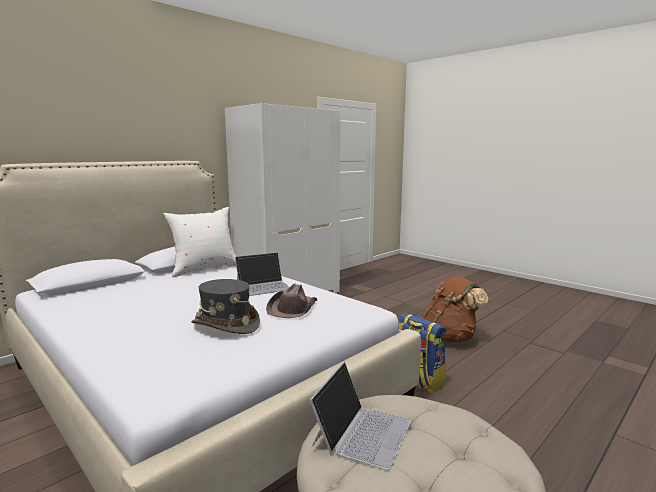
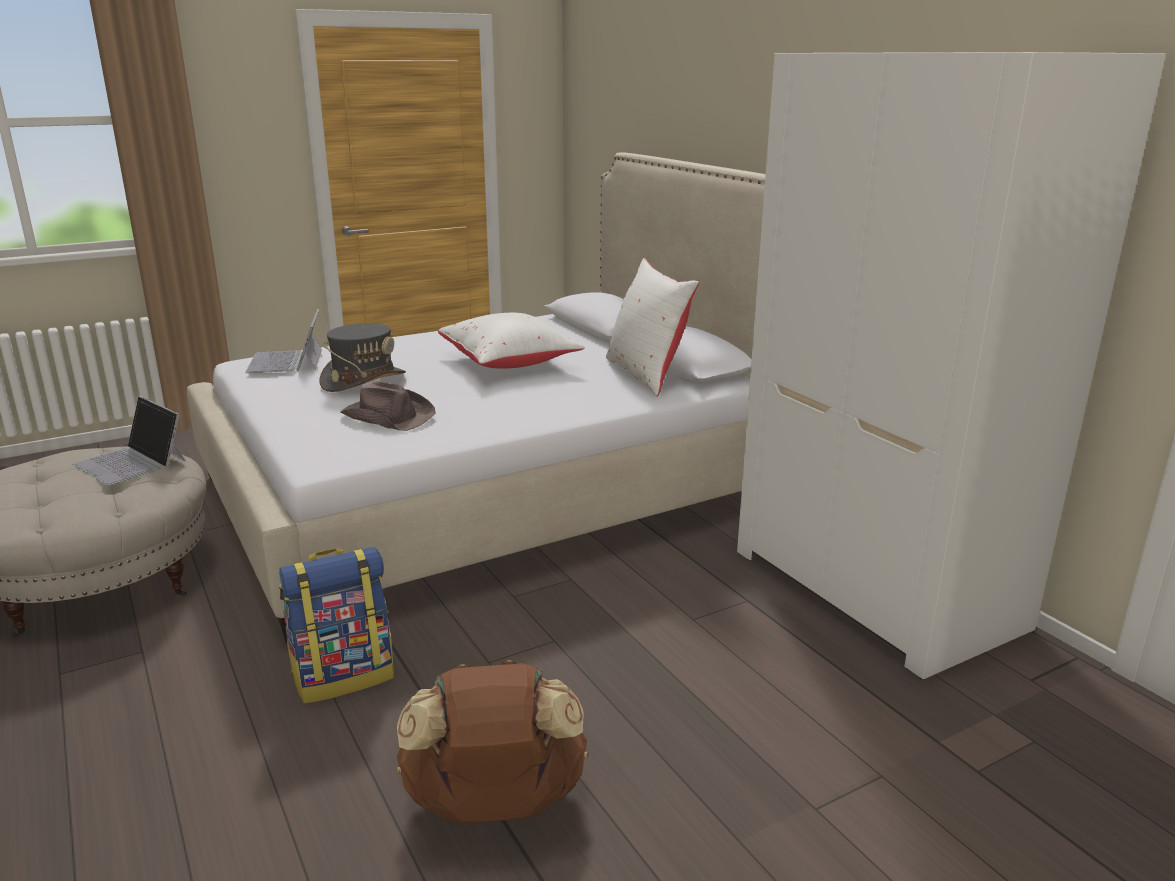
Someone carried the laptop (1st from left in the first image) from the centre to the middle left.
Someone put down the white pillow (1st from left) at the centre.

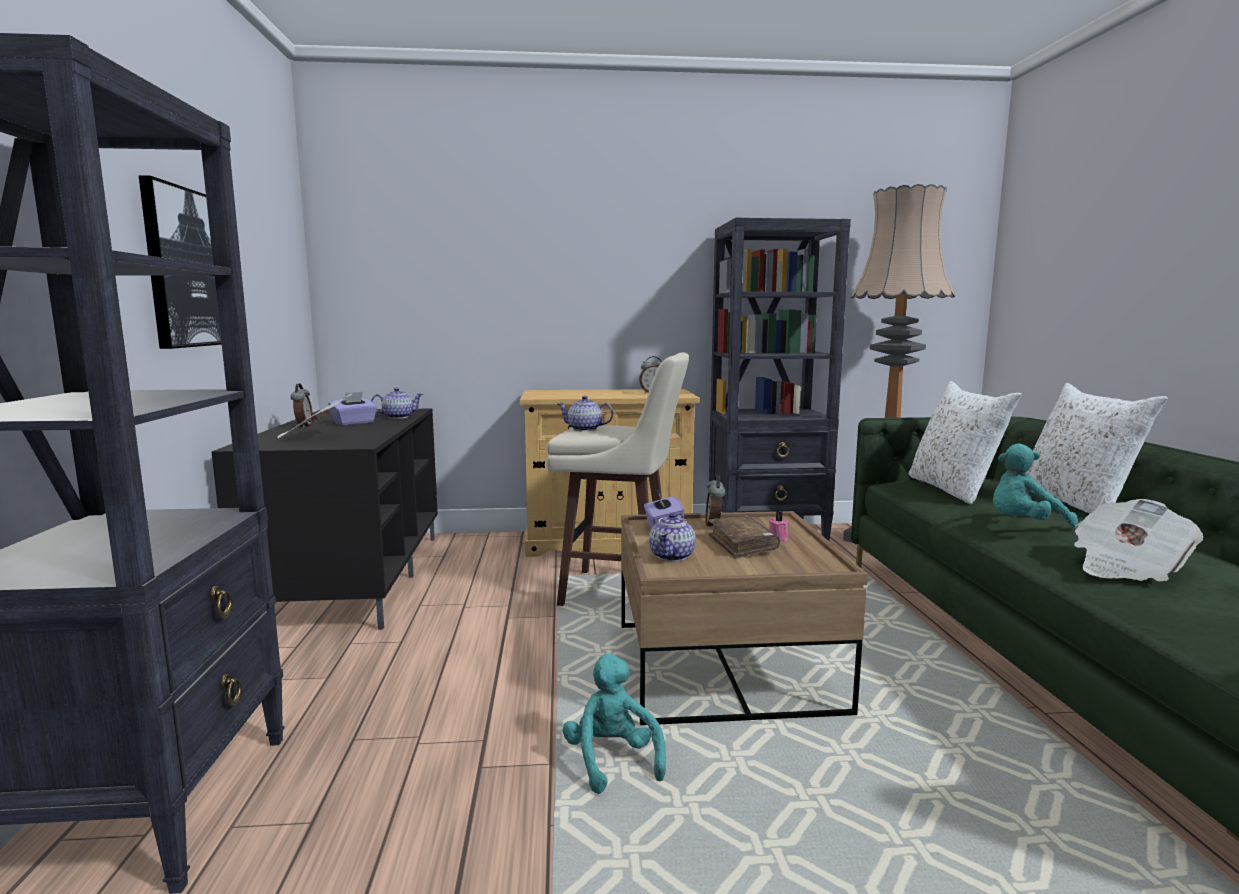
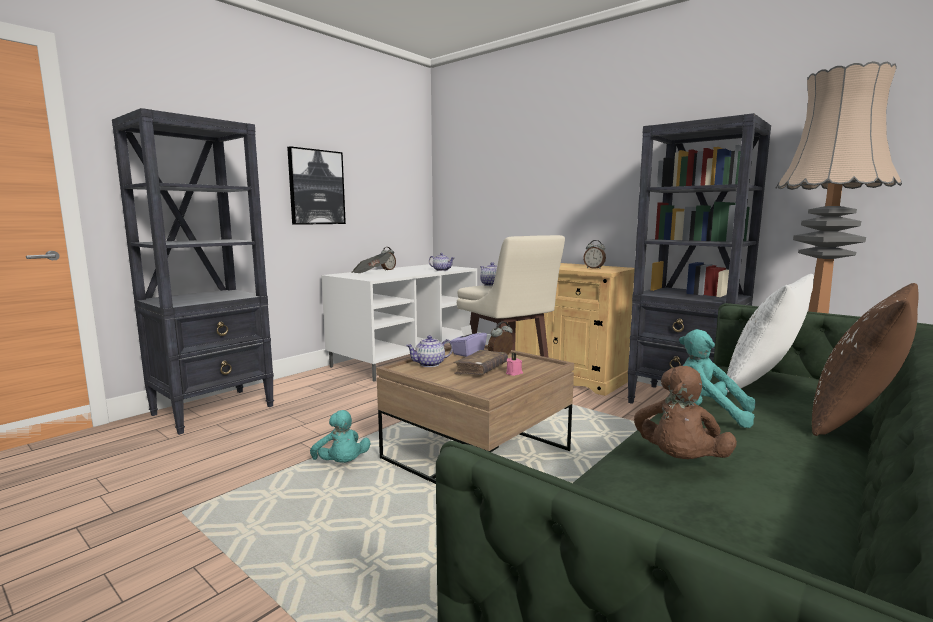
Someone repainted the black tv stand at the middle left, which became the white tv stand at the centre.
Someone took away the purple tissue box (1st from left) at the middle left.
Someone rotated the turquoise plush toy (1st from left) at the bottom centre by 120 degrees clockwise.
Someone repainted the white pillow (2nd from left) at the middle right, which became the brown pillow at the middle right.
Someone swapped the newspaper (2nd from left) at the middle right for the brown plush toy at the middle right.

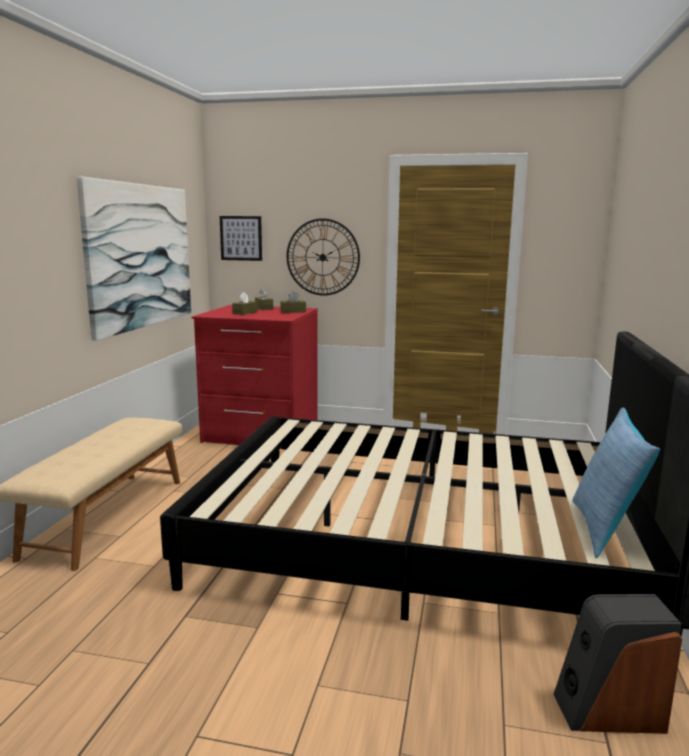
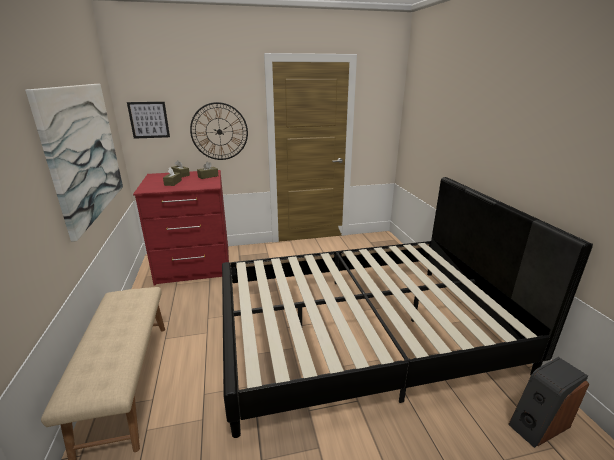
Someone took away the pillow at the middle right.

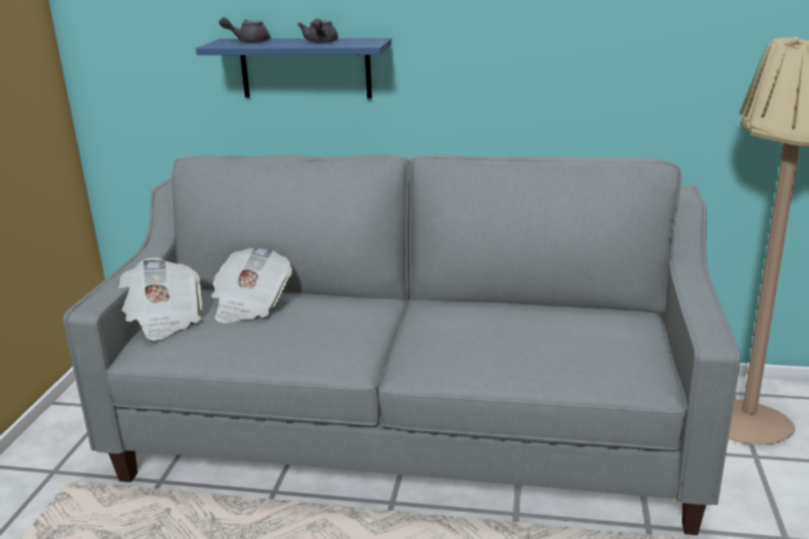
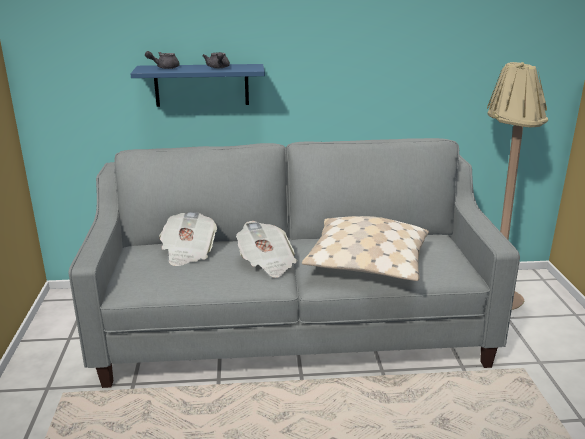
Someone carried the newspaper (1st from left in the first image) from the middle left to the centre.
Someone put down the beige pillow at the centre.

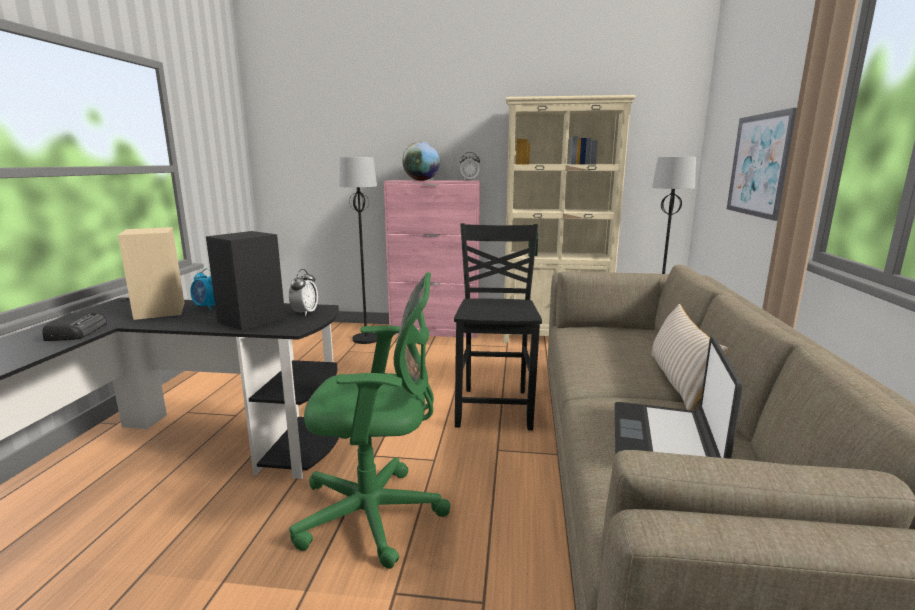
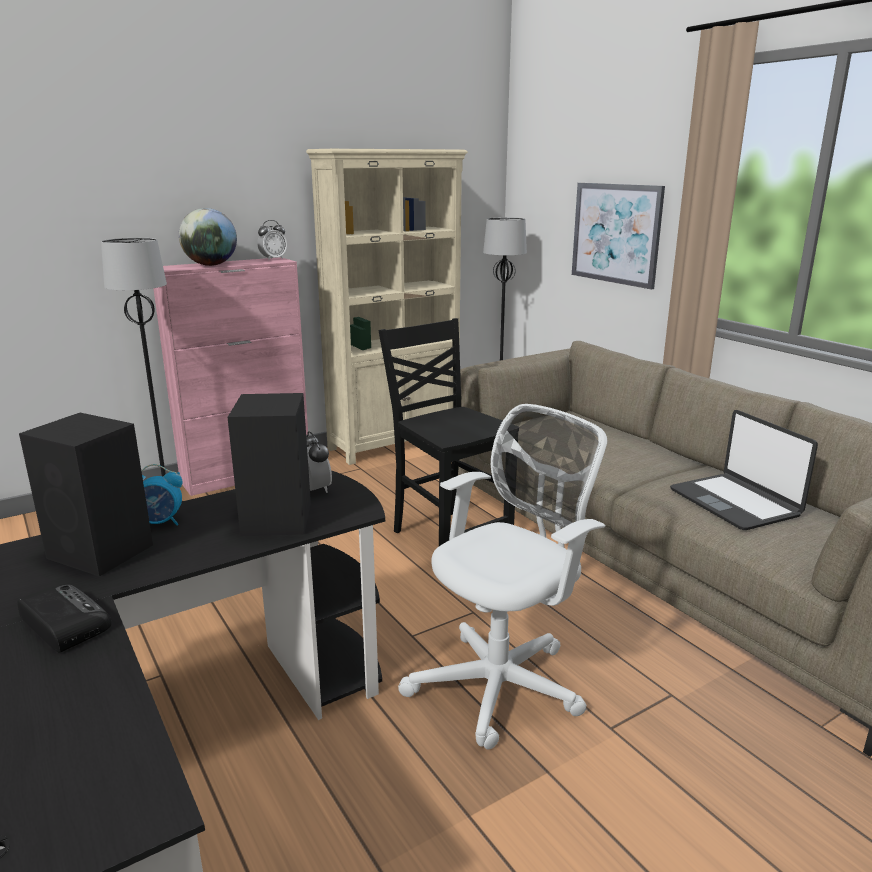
Someone repainted the beige speaker at the middle left, which became the black speaker (1st from left) at the middle left.
Someone repainted the green office chair at the bottom centre, which became the white office chair at the centre.
Someone took away the beige pillow at the middle right.

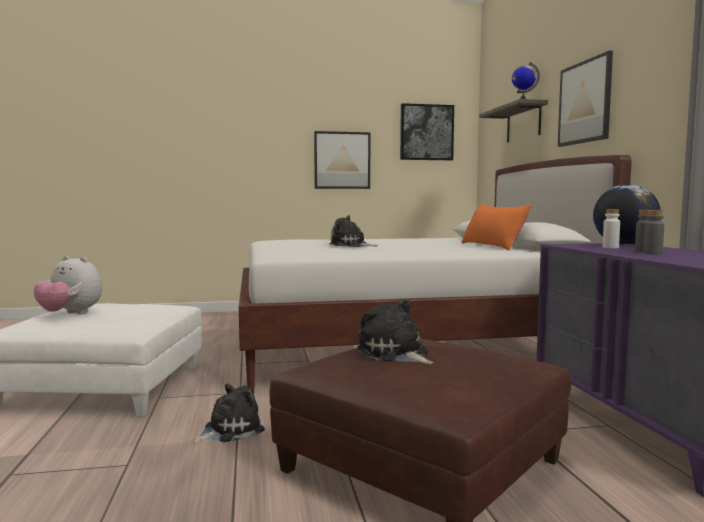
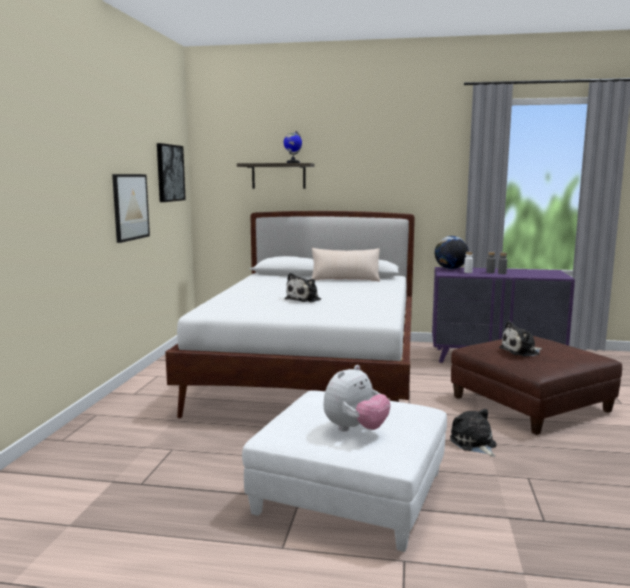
Someone repainted the orange pillow at the middle right, which became the beige pillow at the centre.
Someone took away the picture (3rd from left) at the top right.

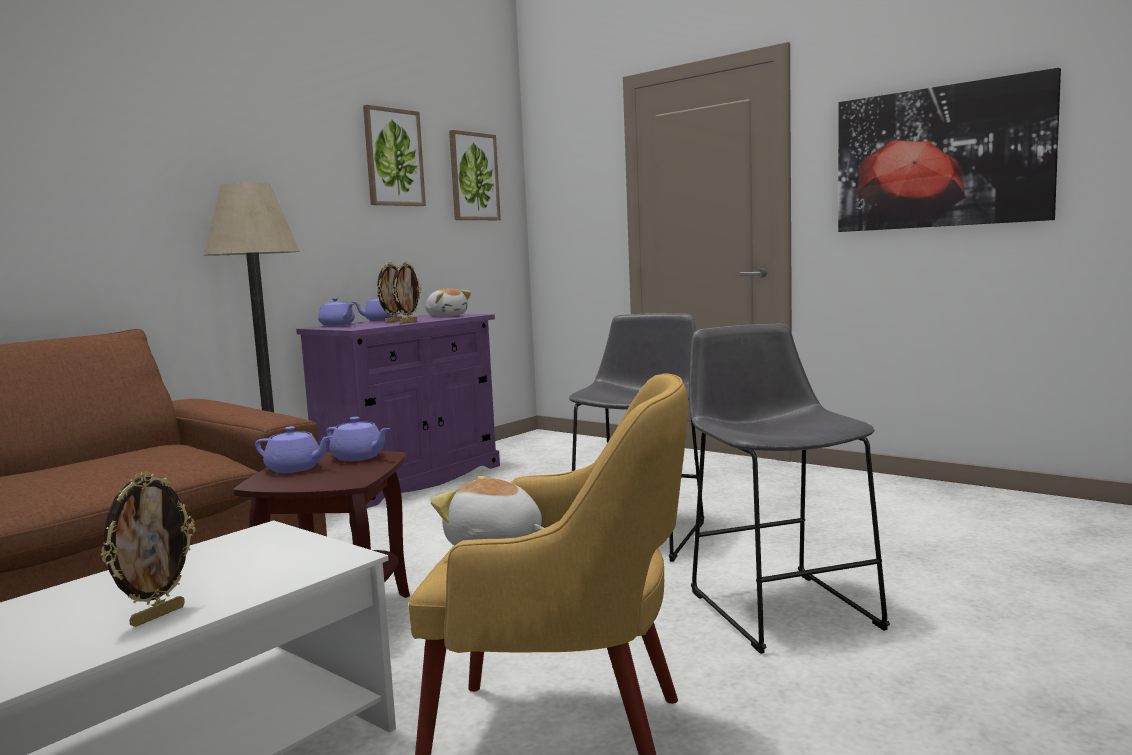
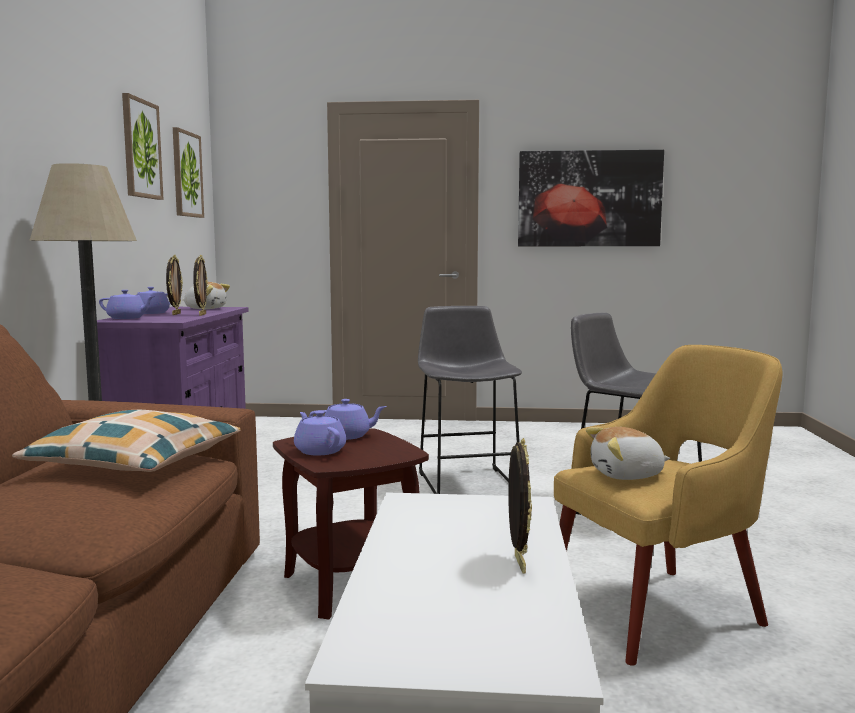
Someone rotated the purple teapot (1st from left in the first image) at the middle left by 105 degrees counterclockwise.
Someone put down the pillow at the middle left.

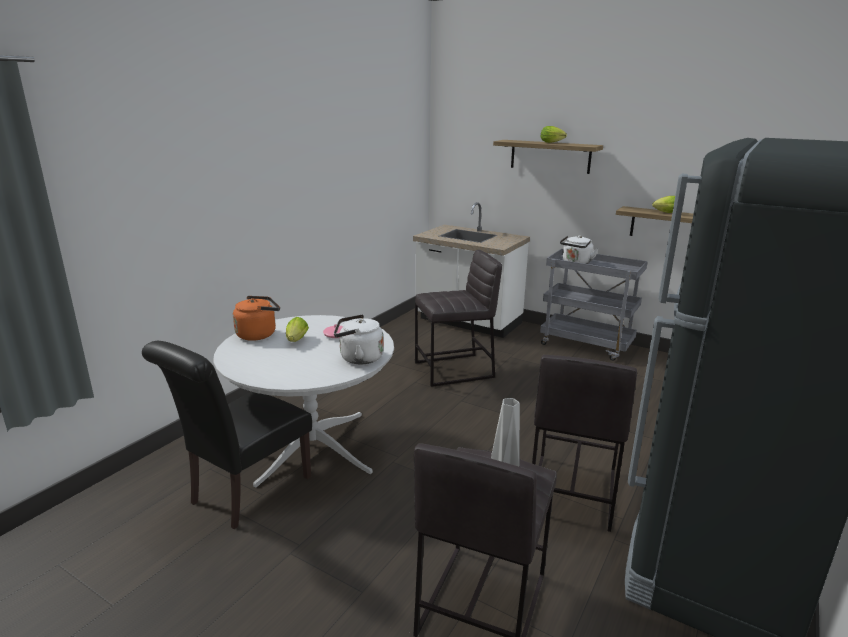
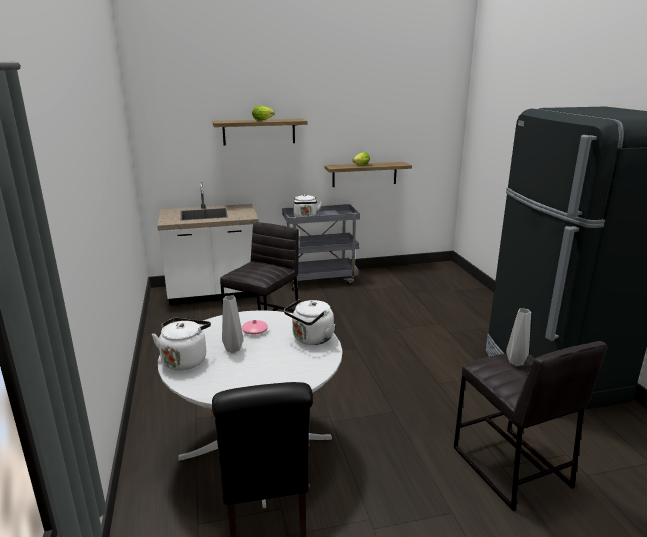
Someone repainted the orange kettle at the middle left, which became the white kettle (1st from left) at the middle left.
Someone swapped the lettuce (1st from left) at the centre for the grey vase (1st from left) at the centre.
Someone took away the grey stool (3rd from left) at the bottom right.

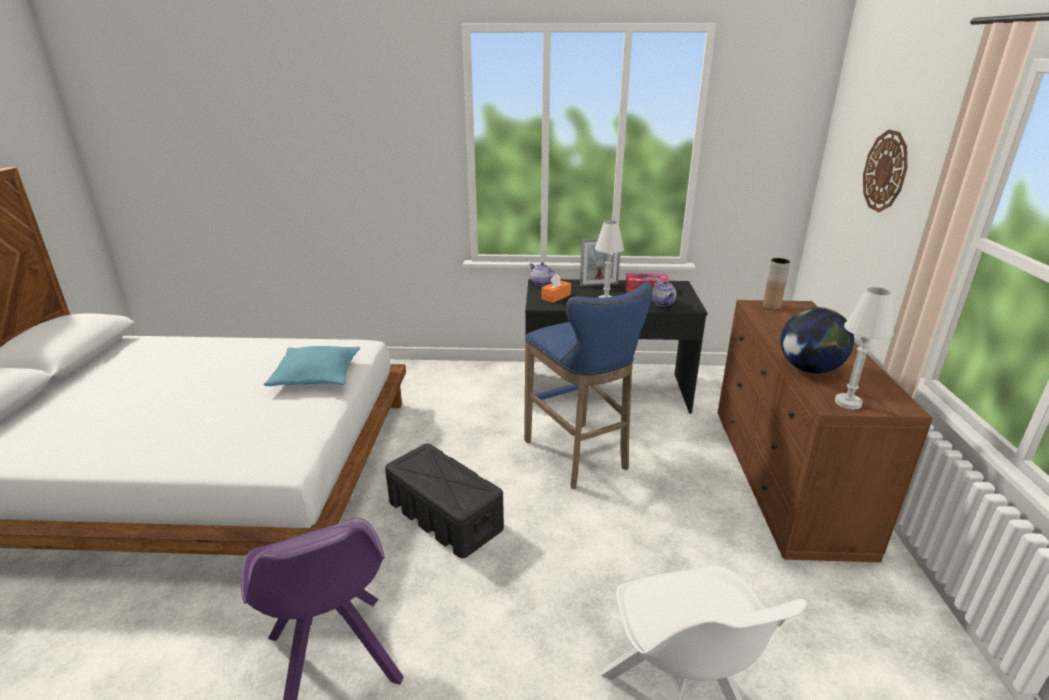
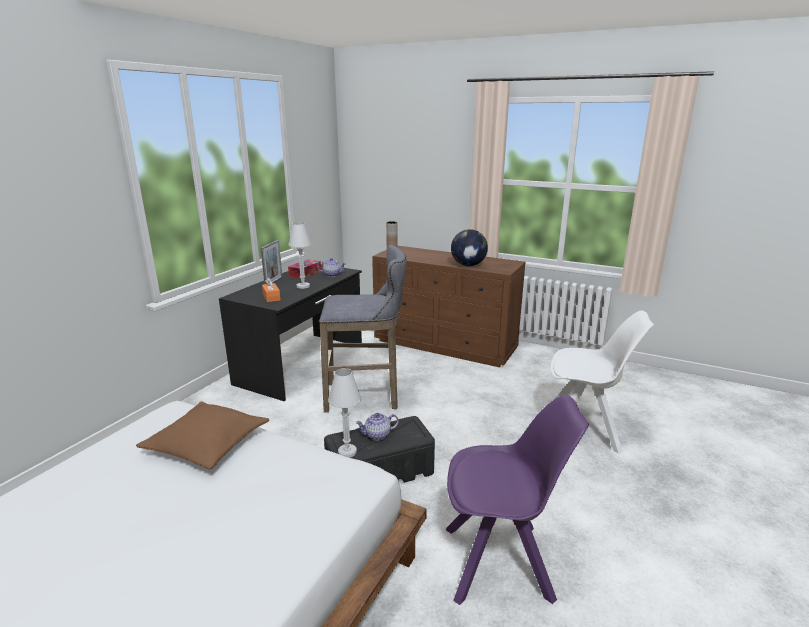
Someone repainted the turquoise pillow at the middle left, which became the brown pillow at the bottom left.
Someone repainted the blue stool at the centre, which became the grey stool at the centre.
Someone carried the teapot (1st from left in the first image) from the centre to the bottom centre.
Someone carried the white table lamp (2nd from left) from the middle right to the centre.
Someone took away the wall clock at the top right.

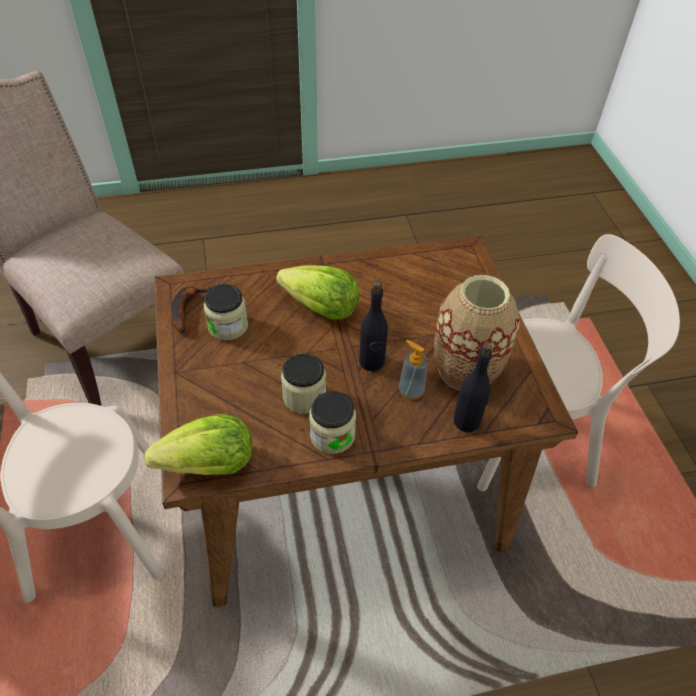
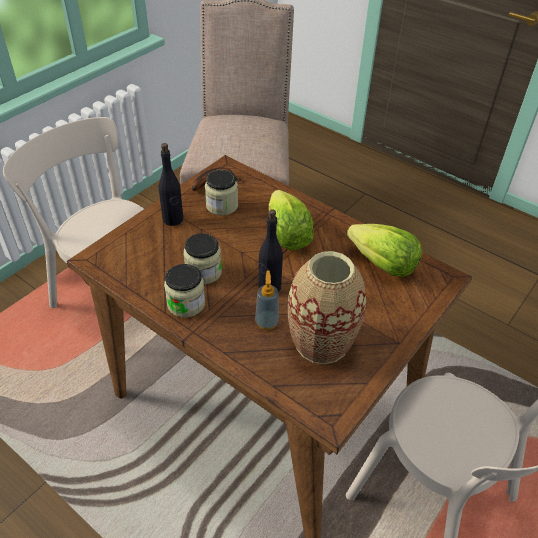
Someone carried the lettuce (1st from left in the first image) from the middle left to the middle right.
Someone carried the black bottle (2nd from left in the first image) from the middle right to the middle left.

